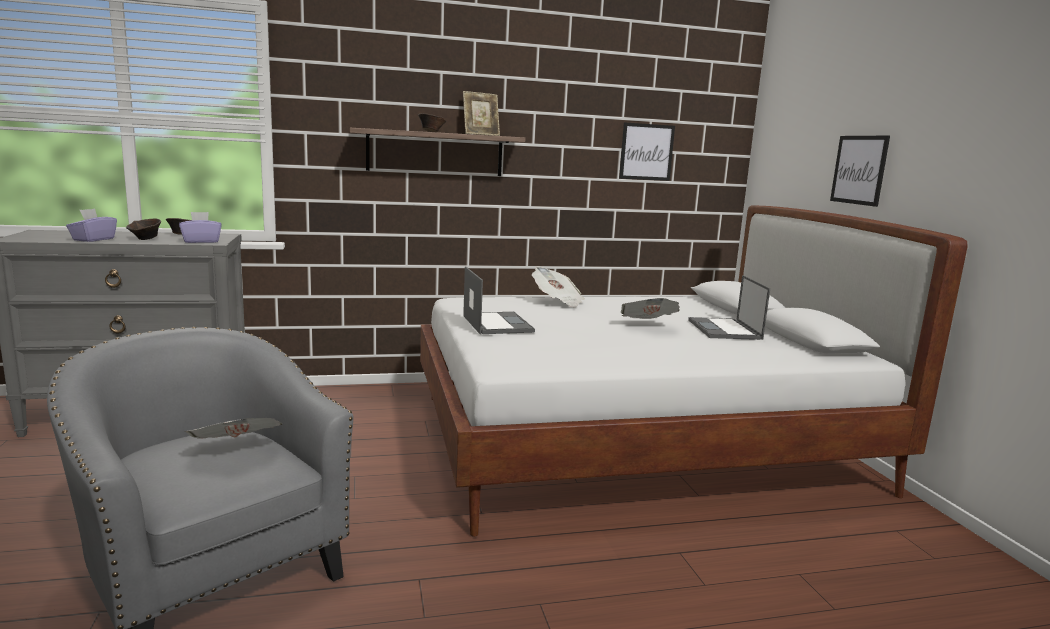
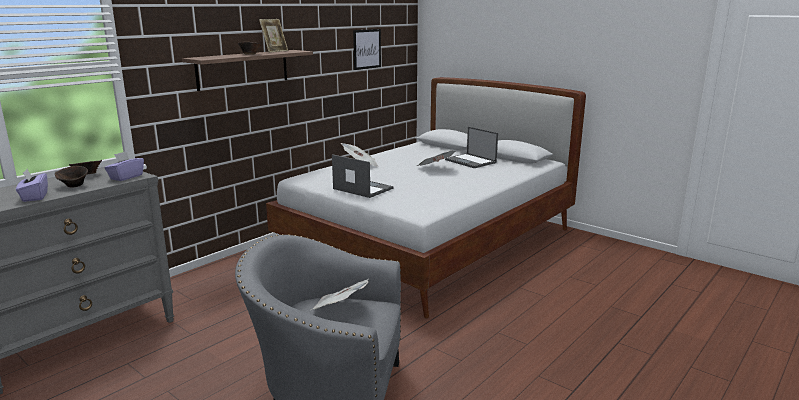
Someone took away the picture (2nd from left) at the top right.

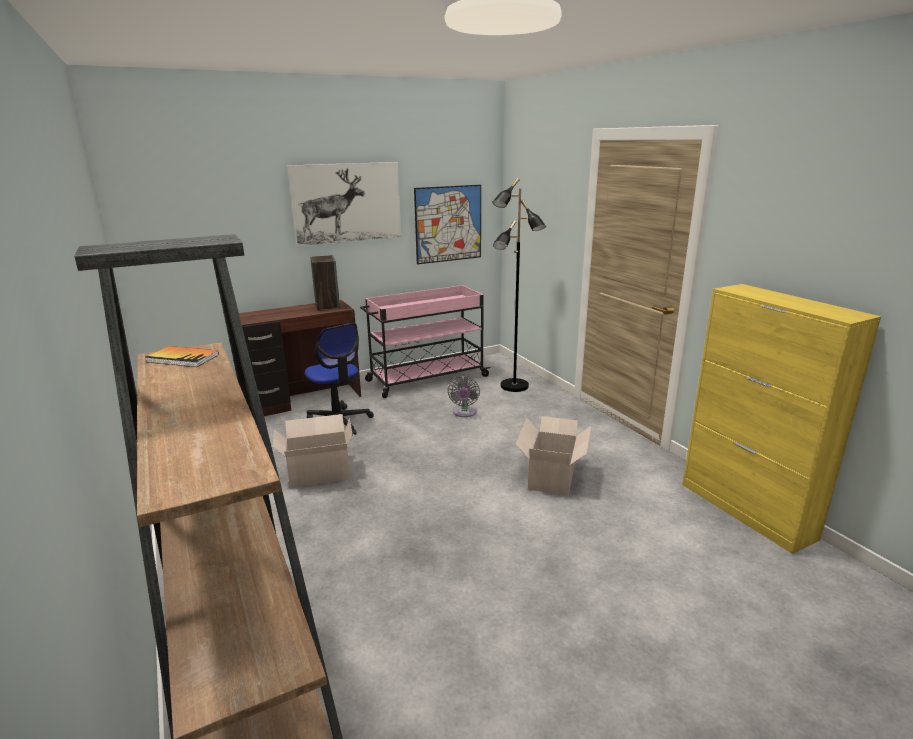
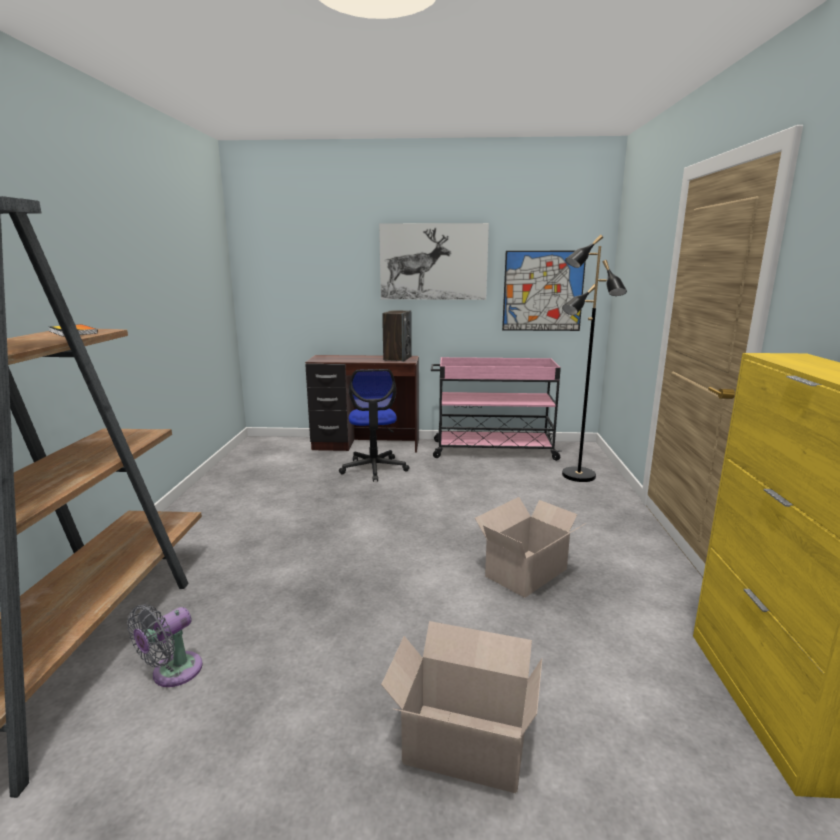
Someone carried the cardboard box (1st from left) from the centre to the bottom centre.
Someone carried the grey fan from the centre to the bottom left.

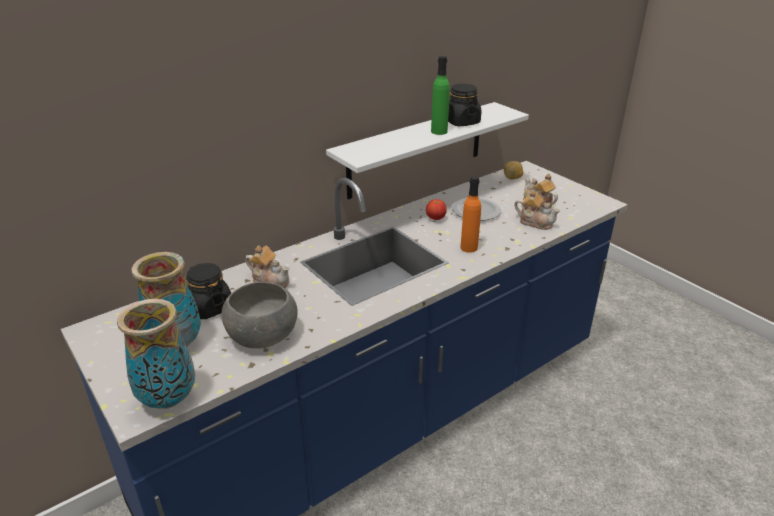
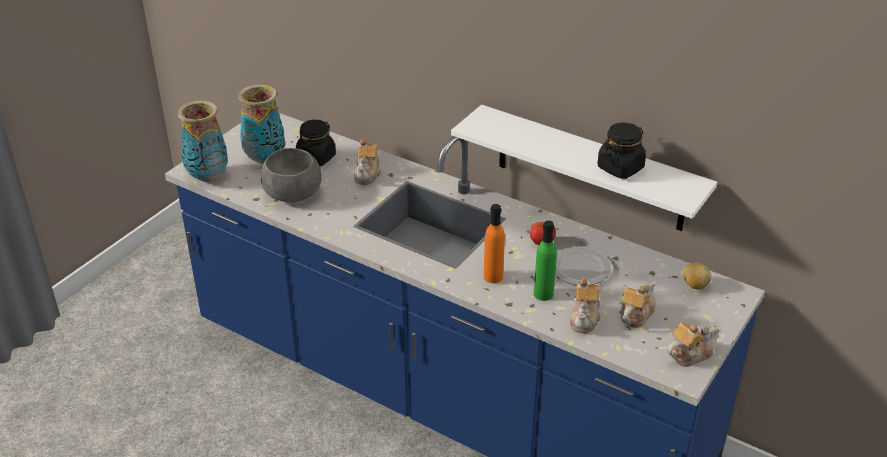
Someone carried the green bottle from the top centre to the centre.
Someone put down the teapot (4th from left) at the bottom right.

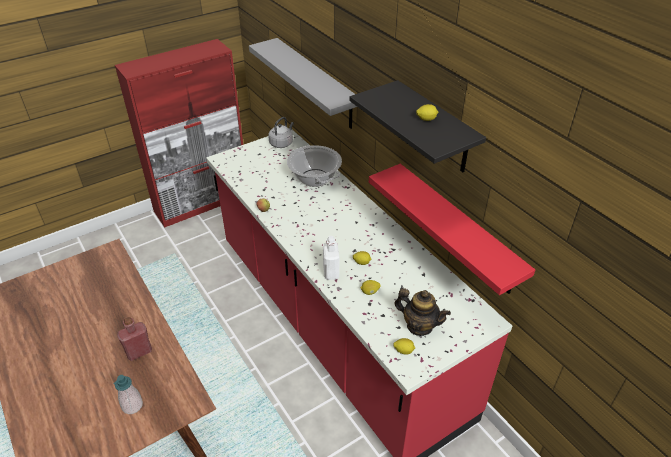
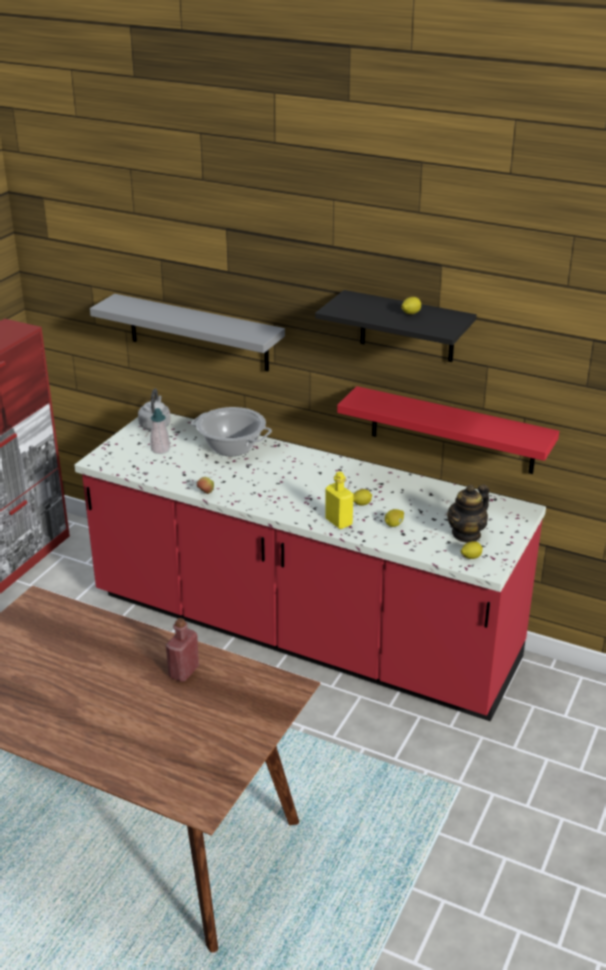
Someone carried the soap dispenser from the bottom left to the middle left.
Someone repainted the white bottle at the centre, which became the yellow bottle at the centre.
Someone rotated the teapot at the bottom centre by 135 degrees clockwise.

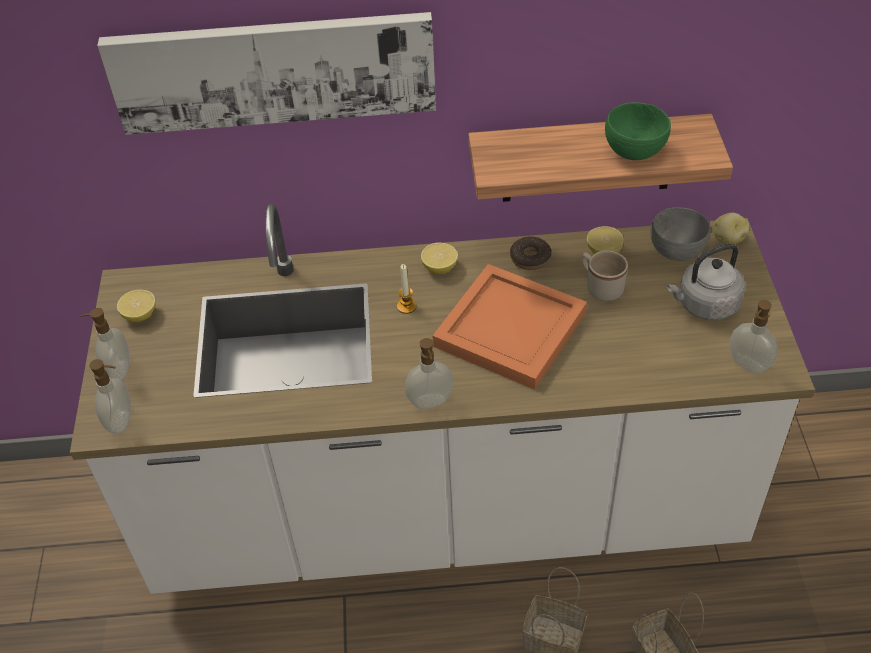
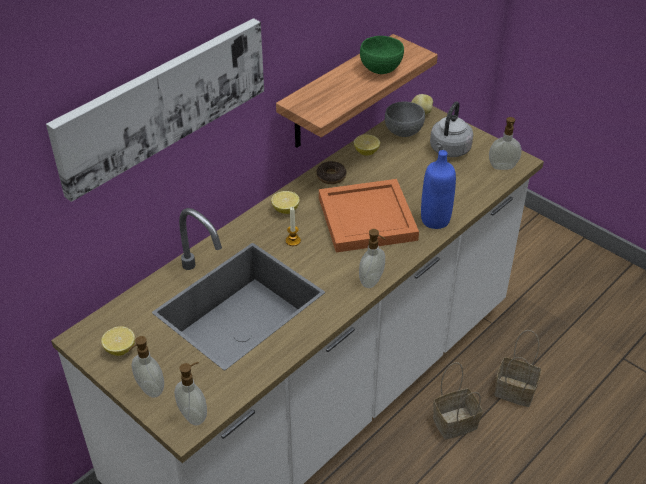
Someone took away the beige mug at the middle right.
Someone put down the blue bottle at the middle right.

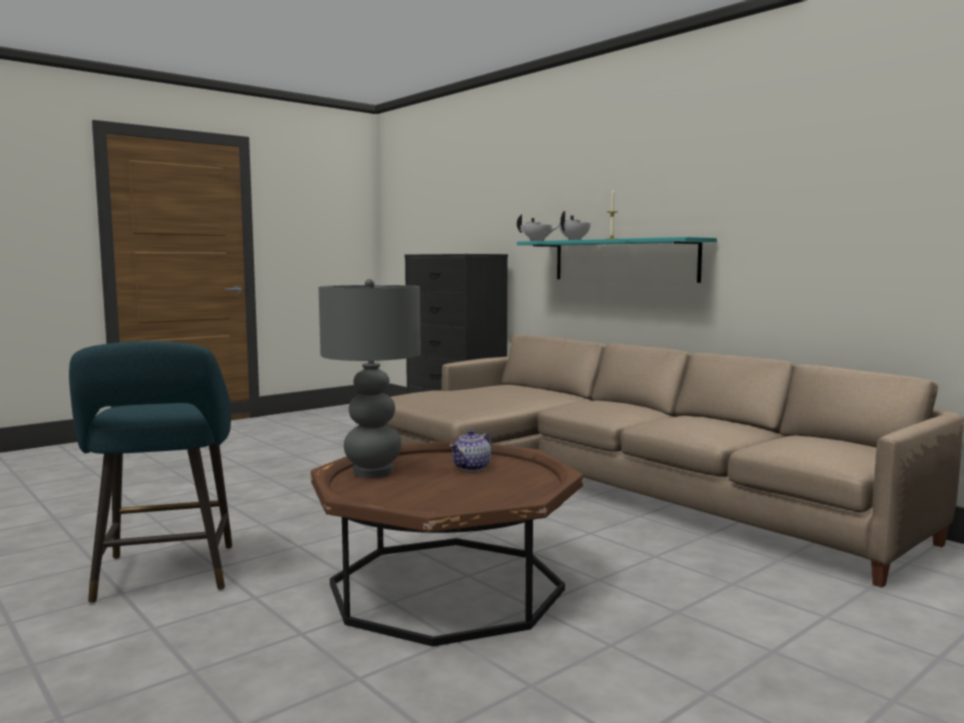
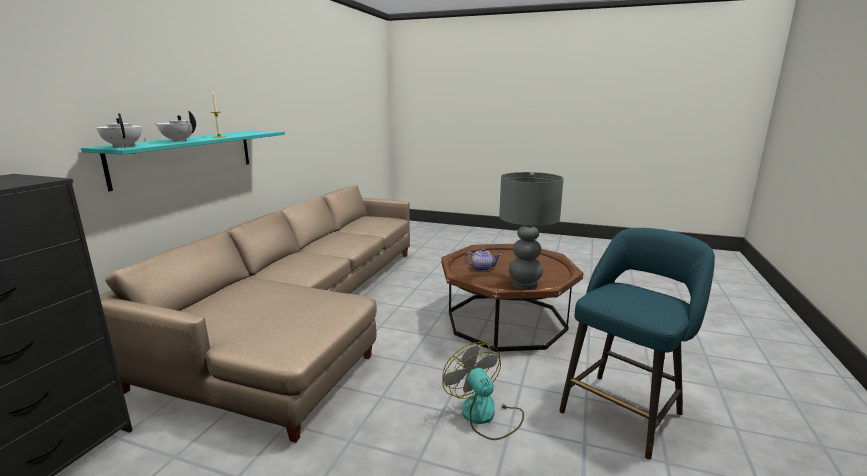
Someone put down the fan at the bottom centre.

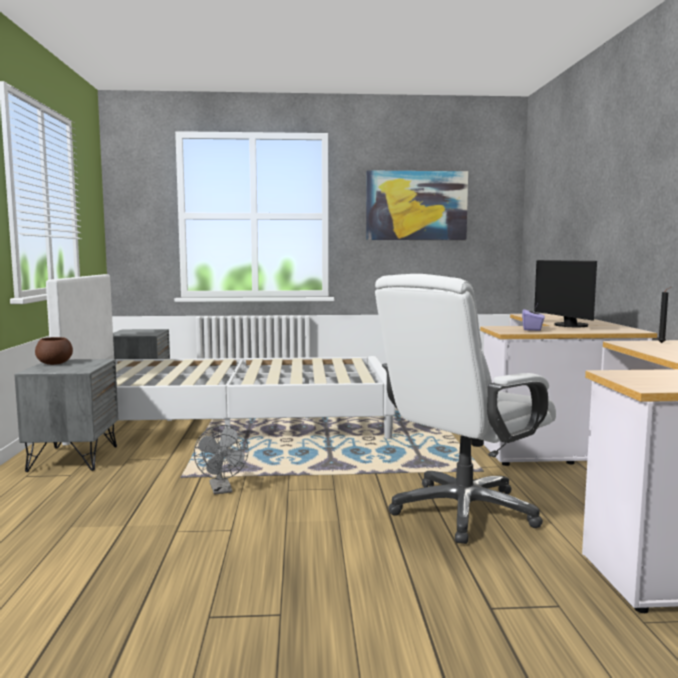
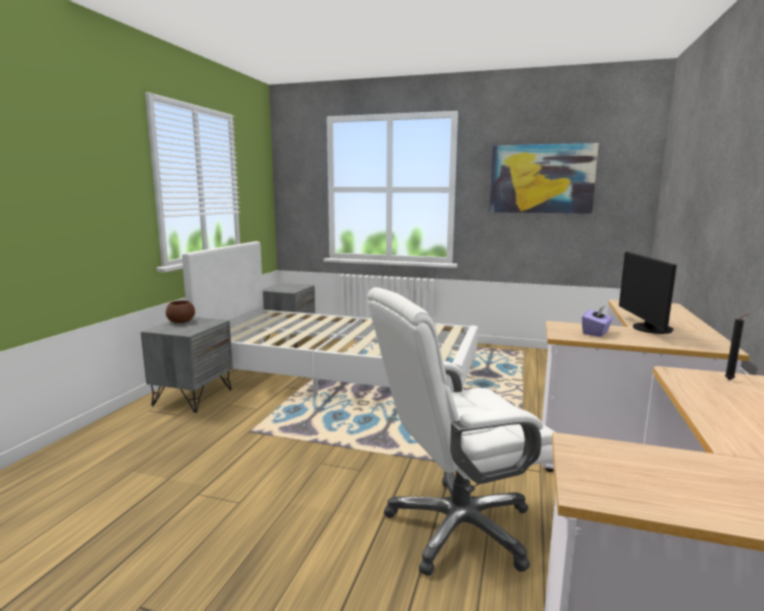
Someone took away the grey fan at the bottom left.

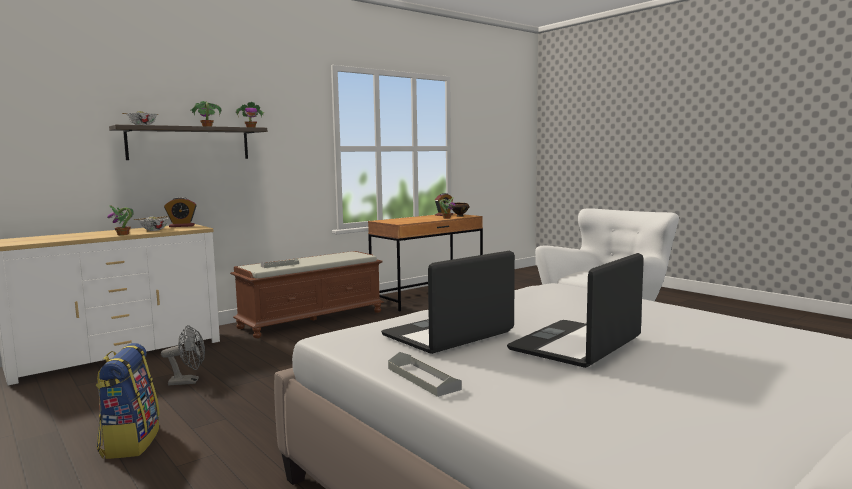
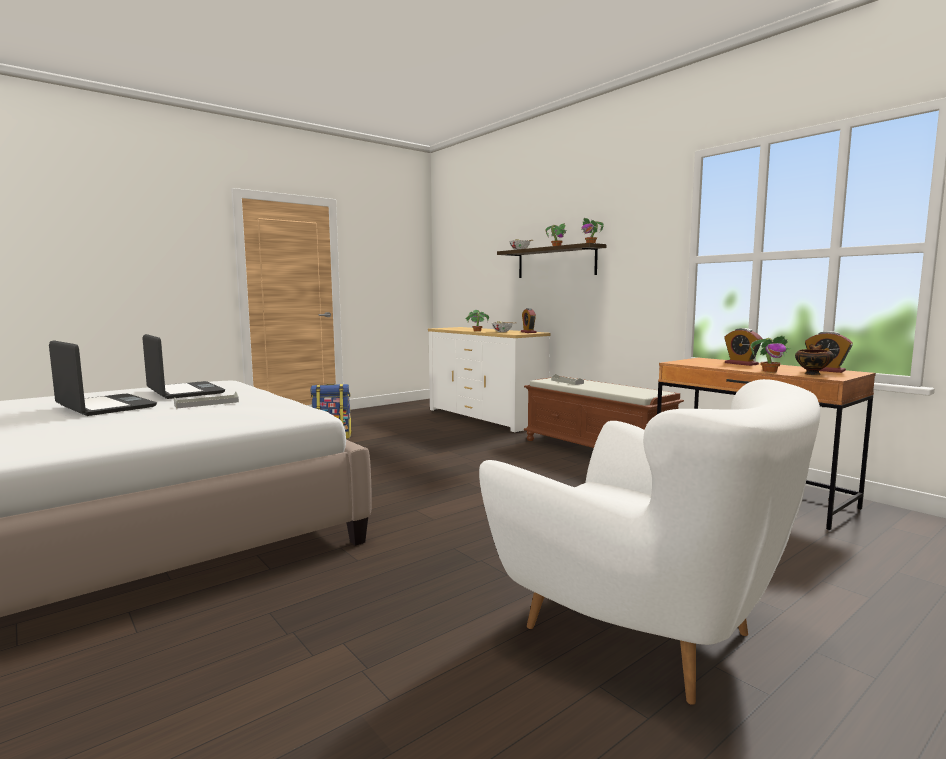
Someone took away the grey fan at the bottom left.
Someone carried the grey tray (2nd from left in the first image) from the bottom centre to the middle left.
Someone put down the alarm clock (2nd from left) at the middle right.

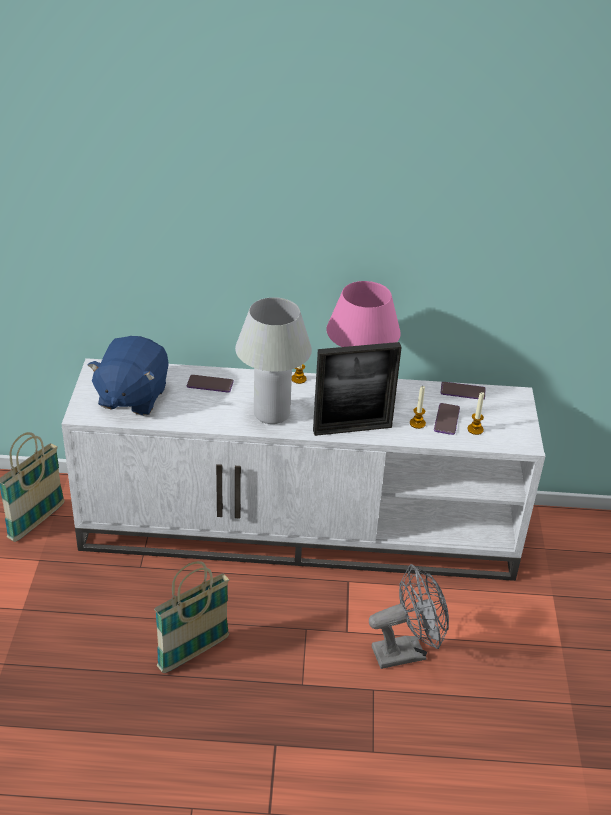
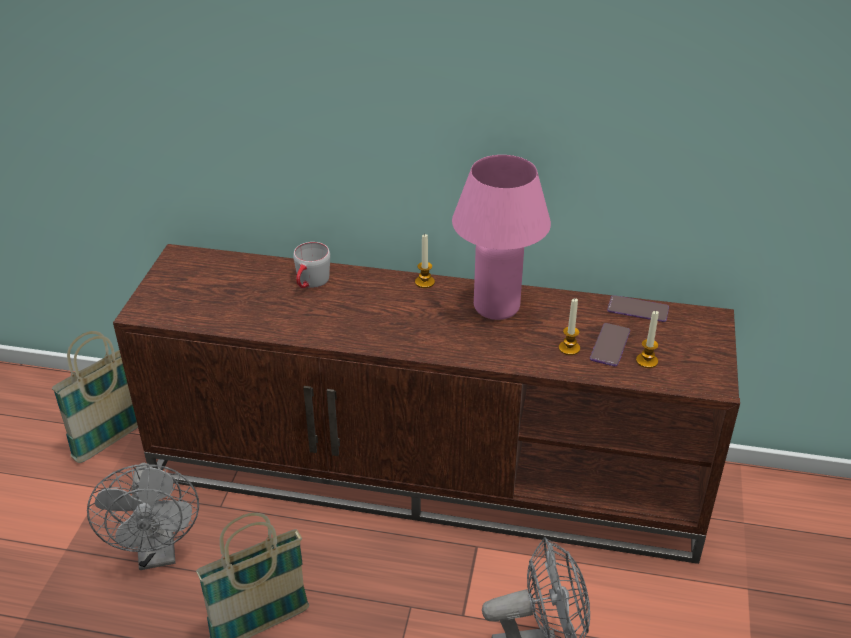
Someone repainted the white tv stand at the centre, which became the brown tv stand at the centre.
Someone took away the blue plush toy at the middle left.
Someone swapped the phone (1st from left) at the centre for the grey mug at the centre.
Someone took away the white table lamp at the centre.
Someone took away the picture frame at the centre.
Someone put down the grey fan (1st from left) at the bottom left.

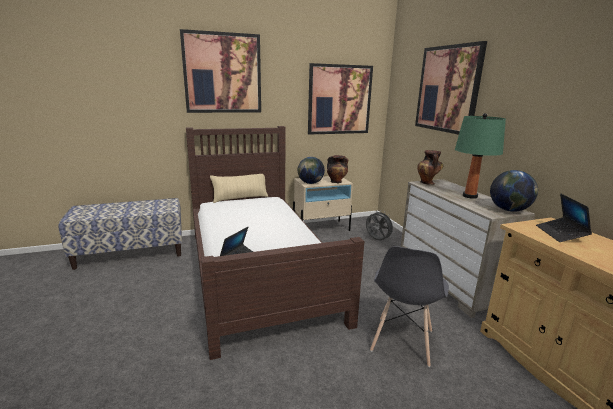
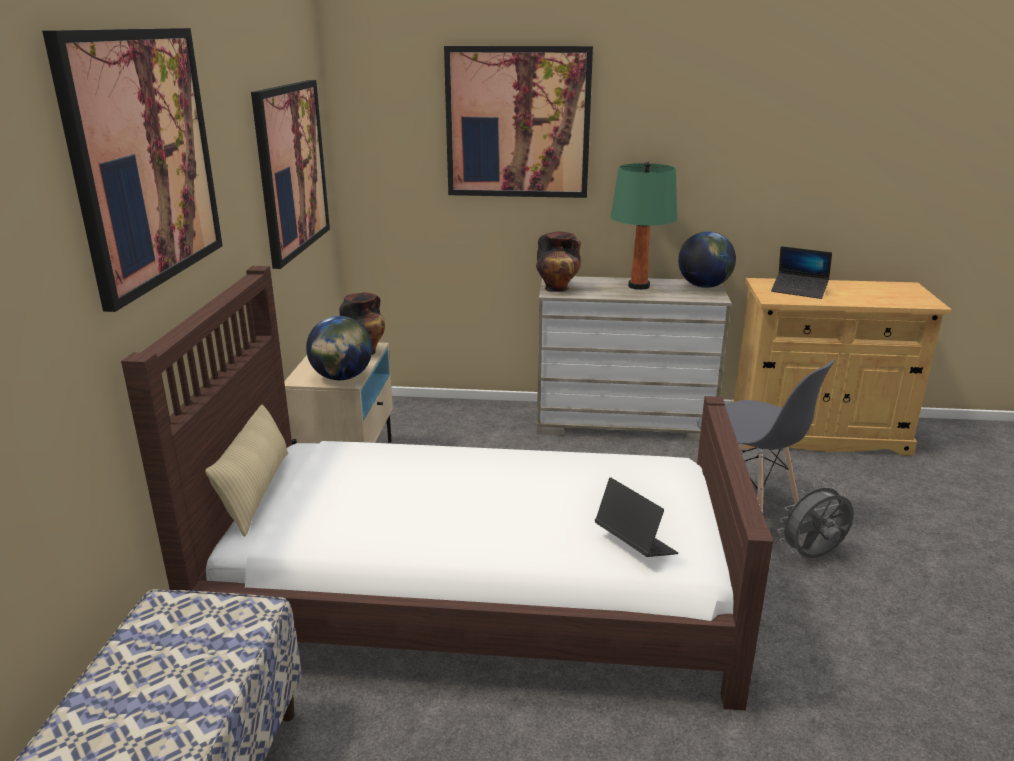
Someone carried the grey fan from the centre to the bottom right.

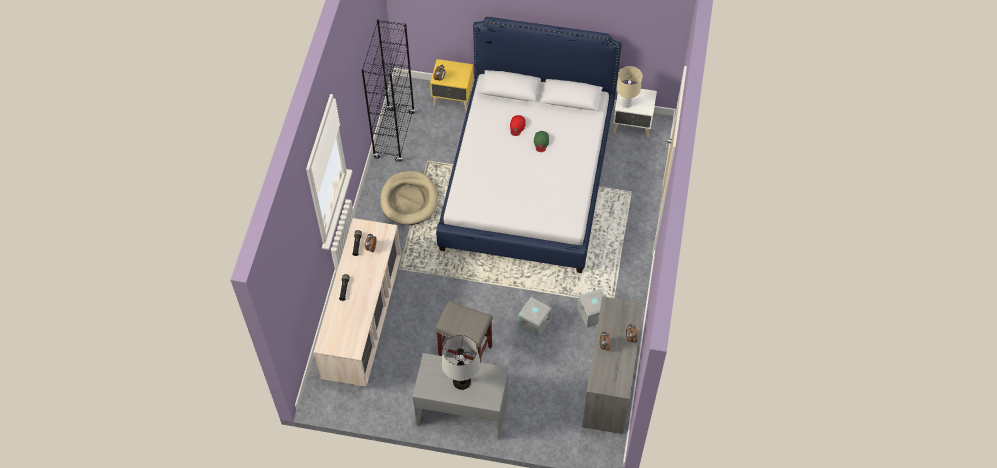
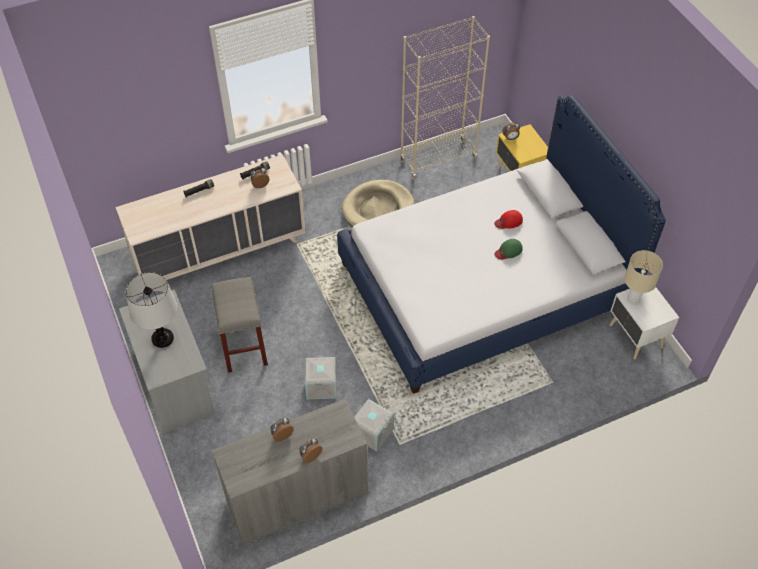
Someone repainted the black bookcase at the top centre, which became the beige bookcase at the top centre.

